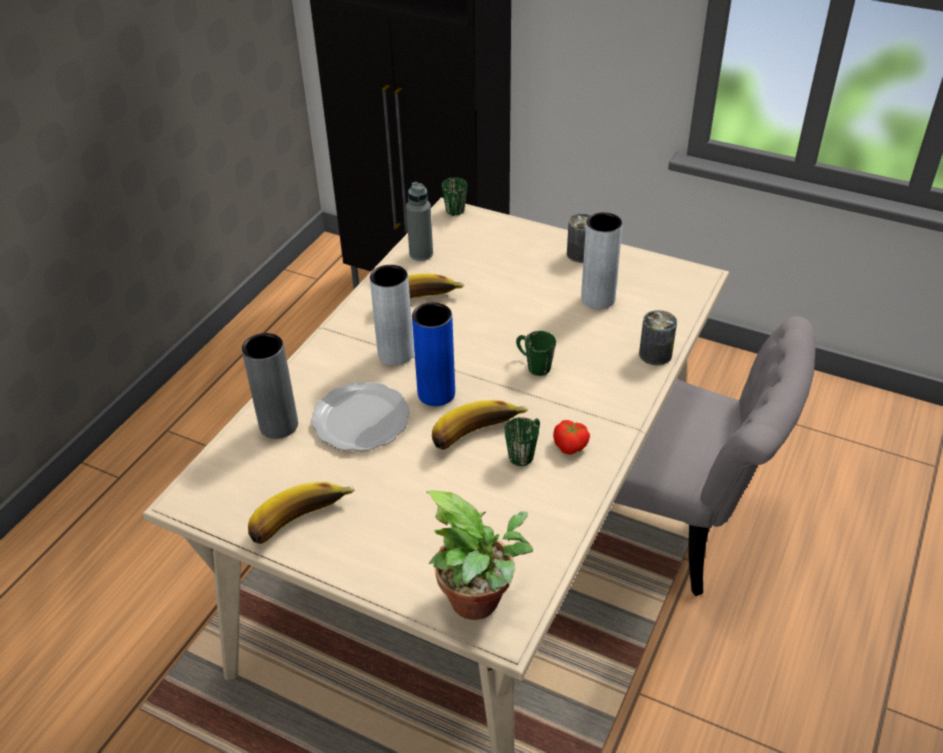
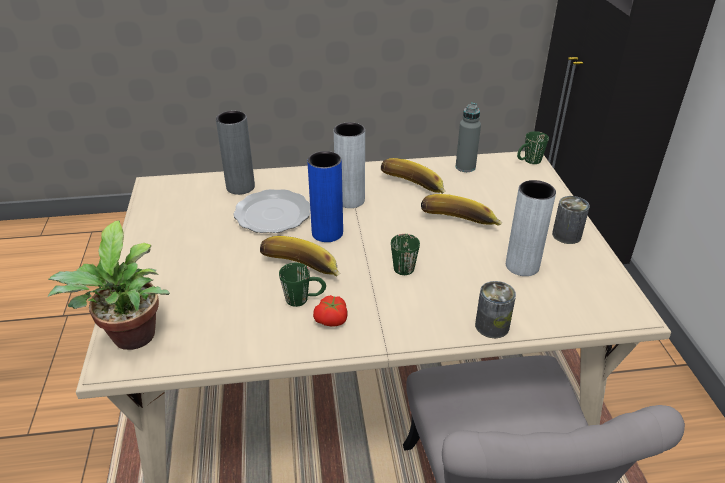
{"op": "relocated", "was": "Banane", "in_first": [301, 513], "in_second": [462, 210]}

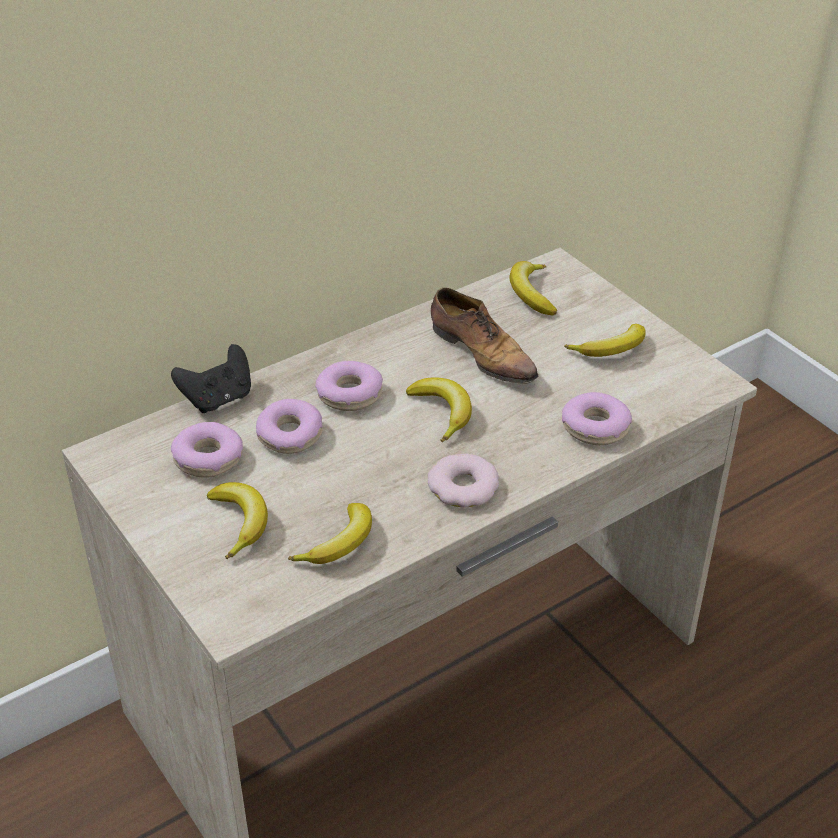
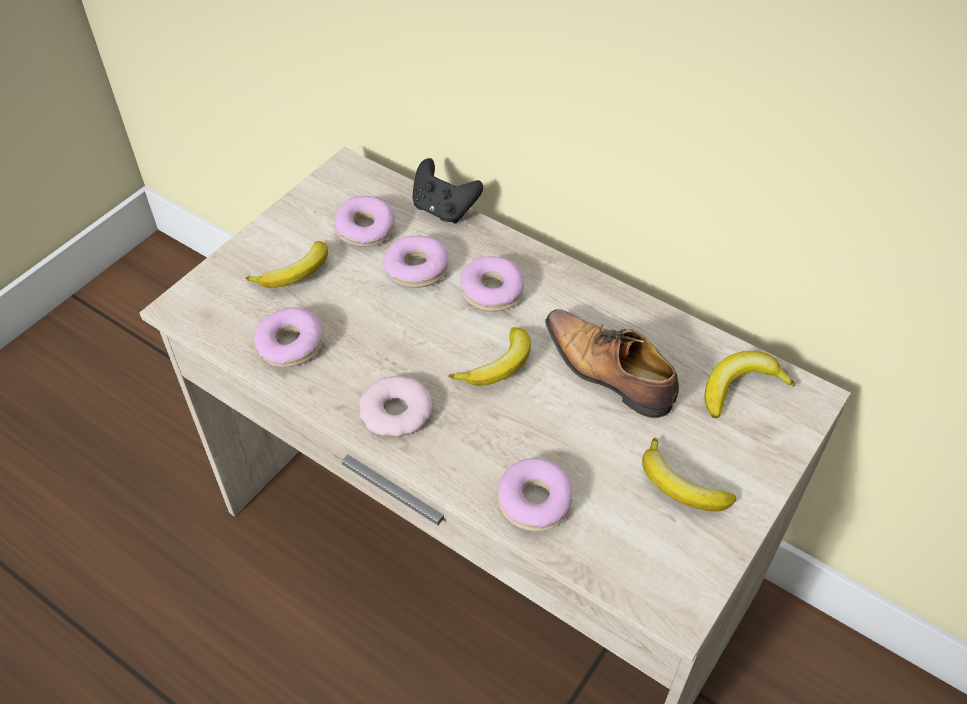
{"op": "exchanged", "was": "Banane", "now": "Donut", "in_first": [330, 533], "in_second": [288, 337]}
{"op": "spun", "was": "Schuh", "in_first": [485, 336], "in_second": [612, 363], "clockwise": 105}

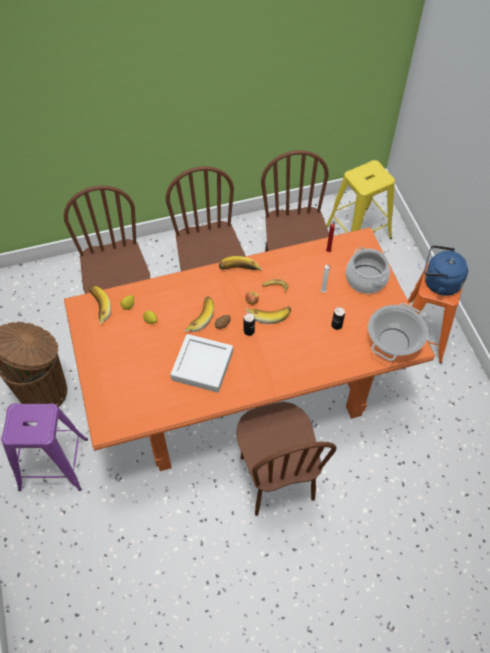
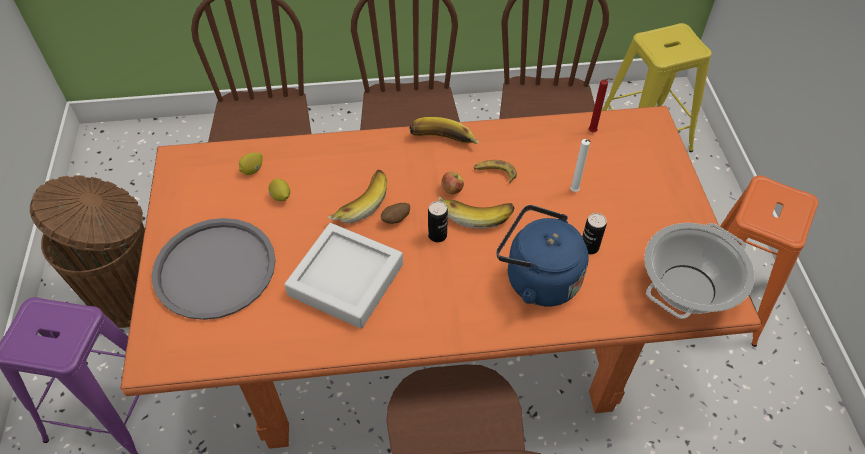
{"op": "missing", "was": "Banane", "in_first": [100, 305]}
{"op": "missing", "was": "Kochtopf", "in_first": [368, 270]}
{"op": "appeared", "now": "Tablett [grau]", "in_second": [214, 269]}
{"op": "relocated", "was": "Wasserkessel [blau]", "in_first": [446, 270], "in_second": [543, 256]}

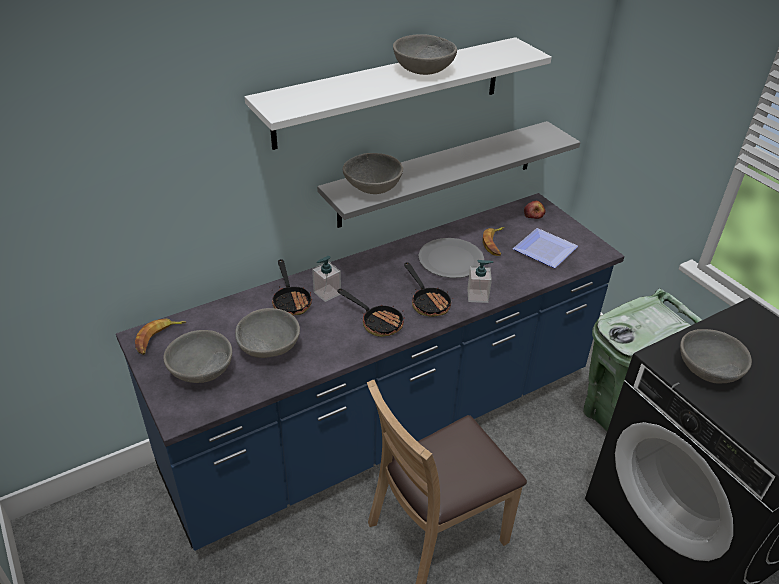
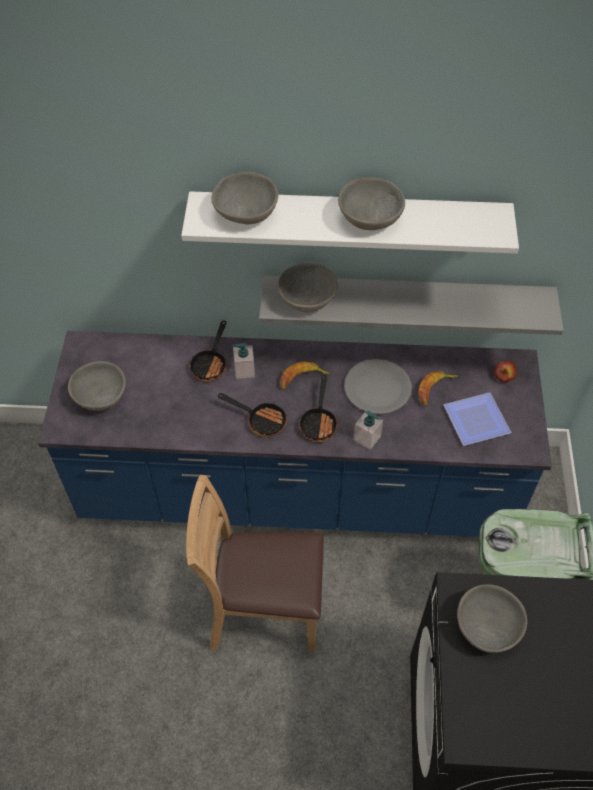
{"op": "relocated", "was": "Banane", "in_first": [160, 337], "in_second": [305, 375]}
{"op": "relocated", "was": "Schüssel [grau]", "in_first": [267, 333], "in_second": [244, 198]}
{"op": "spun", "was": "Pfanne", "in_first": [371, 312], "in_second": [252, 415], "clockwise": -45}

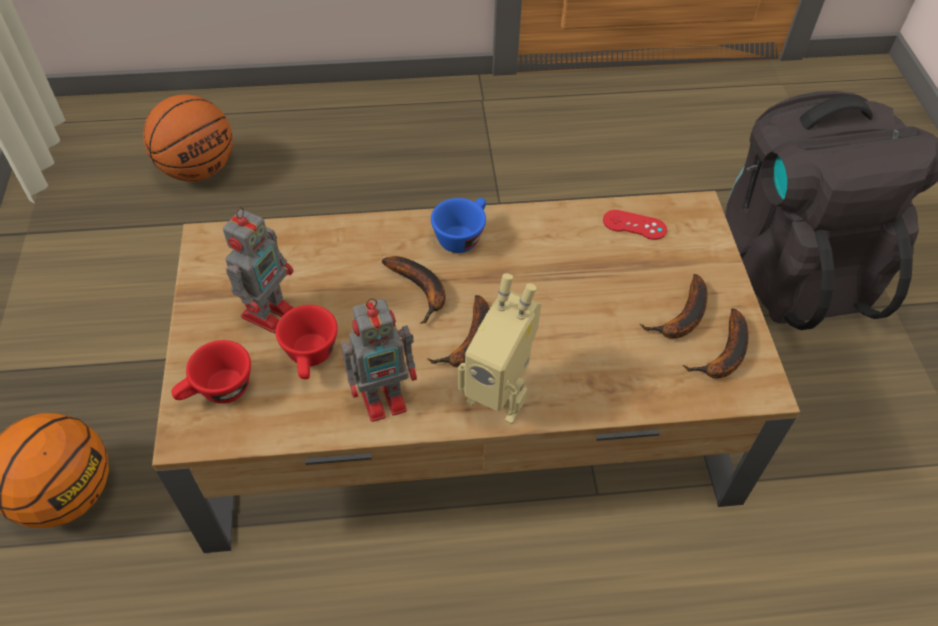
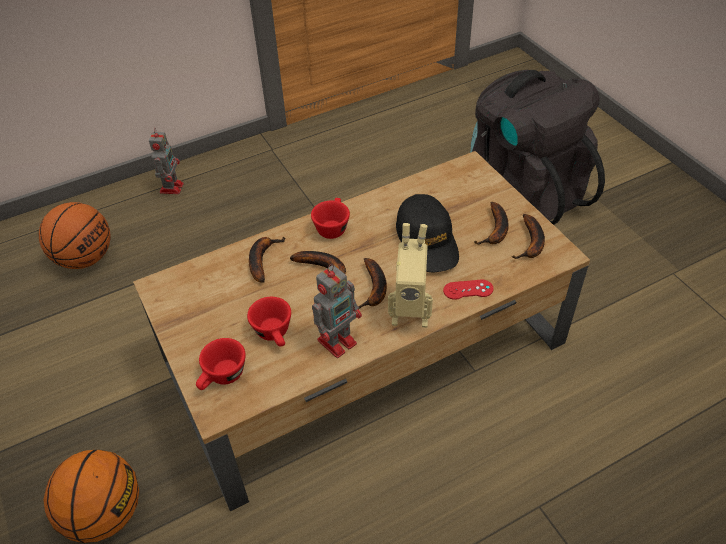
{"op": "appeared", "now": "Banane", "in_second": [267, 260]}
{"op": "appeared", "now": "Kappe [schwarz]", "in_second": [427, 233]}
{"op": "relocated", "was": "Spielzeugroboter", "in_first": [258, 270], "in_second": [166, 161]}
{"op": "relocated", "was": "Gamepad [rot]", "in_first": [635, 225], "in_second": [468, 290]}
{"op": "colour", "was": "Tasse [blau]", "now": "Tasse [rot]", "in_first": [458, 225], "in_second": [330, 218]}

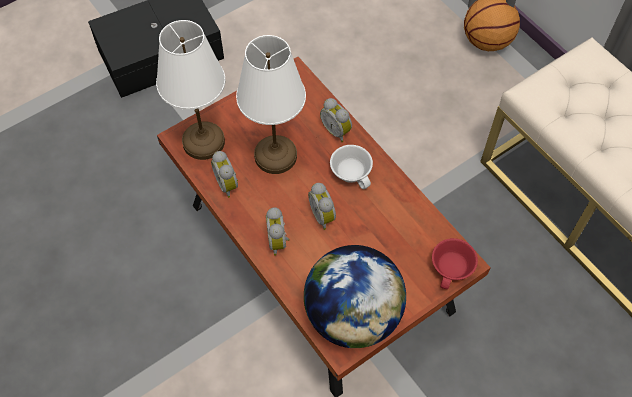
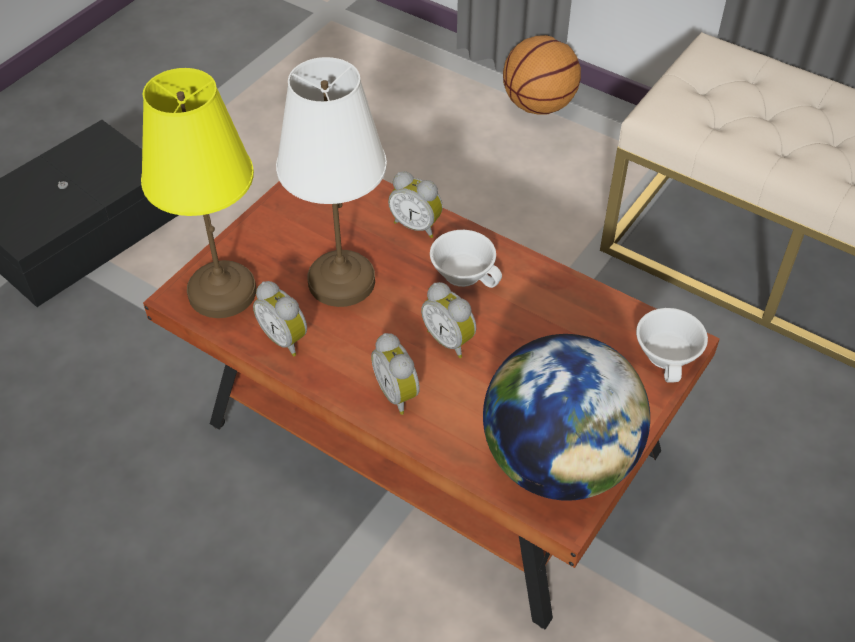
{"op": "colour", "was": "Tischlampe [weiß]", "now": "Tischlampe [gelb]", "in_first": [190, 90], "in_second": [198, 193]}
{"op": "colour", "was": "Tasse [rot]", "now": "Tasse [weiß]", "in_first": [455, 263], "in_second": [672, 345]}

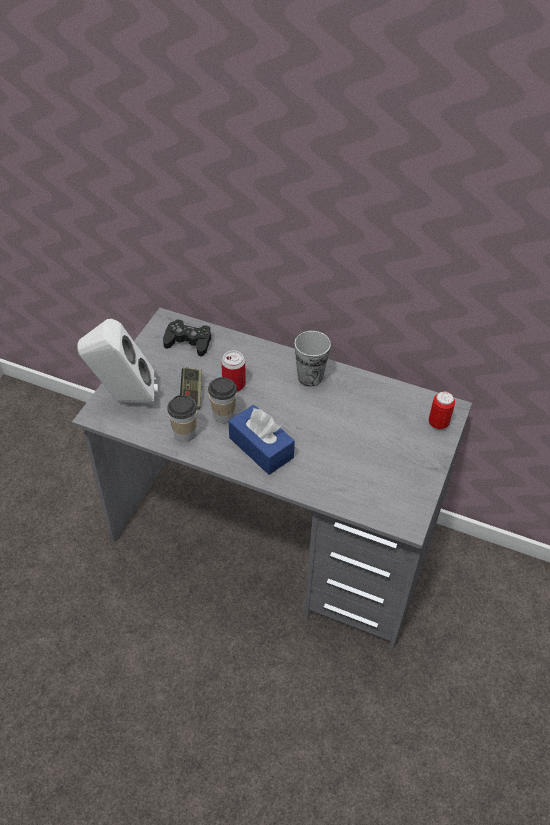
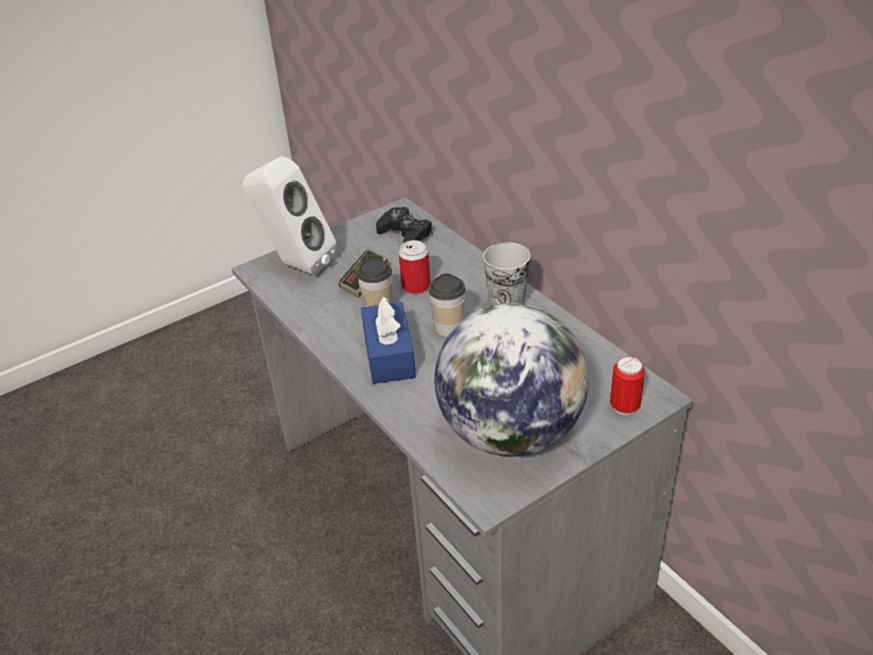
{"op": "appeared", "now": "Globus", "in_second": [512, 380]}
{"op": "relocated", "was": "Tasse", "in_first": [182, 418], "in_second": [447, 305]}

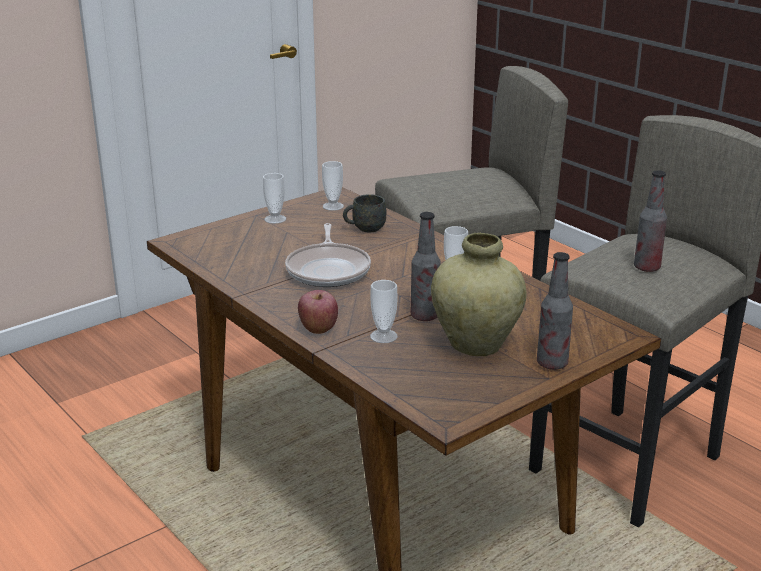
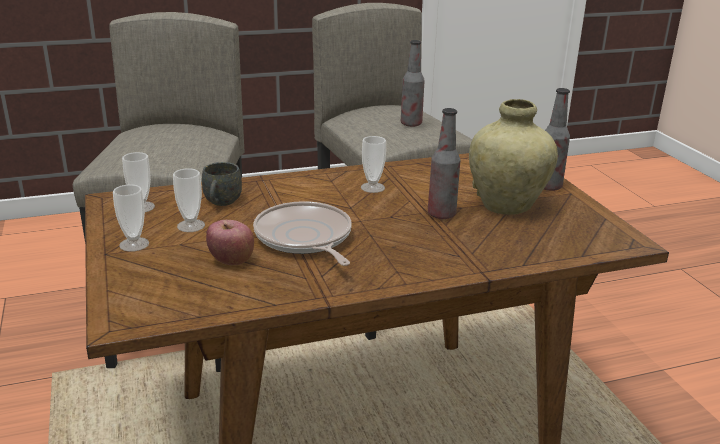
{"op": "relocated", "was": "Apfel", "in_first": [318, 312], "in_second": [230, 242]}
{"op": "relocated", "was": "Tasse", "in_first": [384, 311], "in_second": [189, 200]}
{"op": "spun", "was": "Pfanne", "in_first": [328, 255], "in_second": [302, 233], "clockwise": -135}

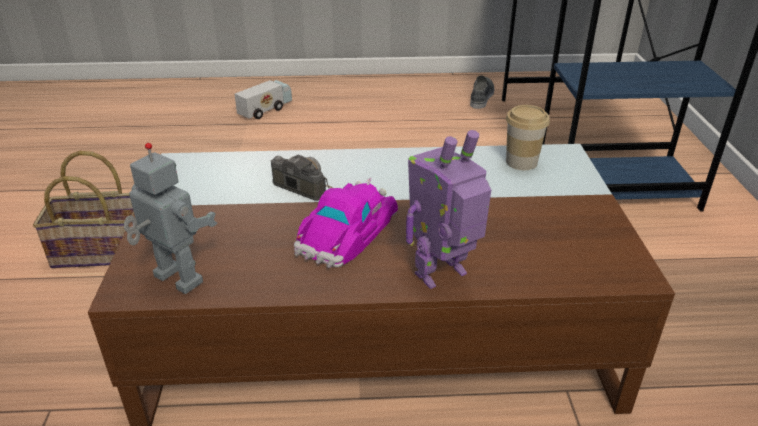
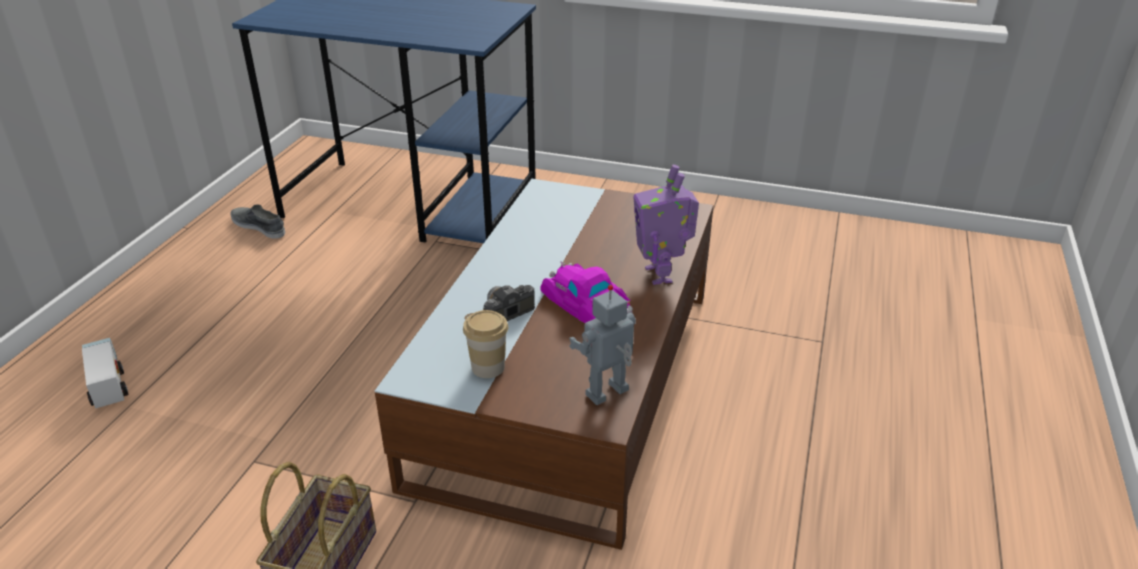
{"op": "relocated", "was": "Tasse", "in_first": [528, 137], "in_second": [485, 344]}

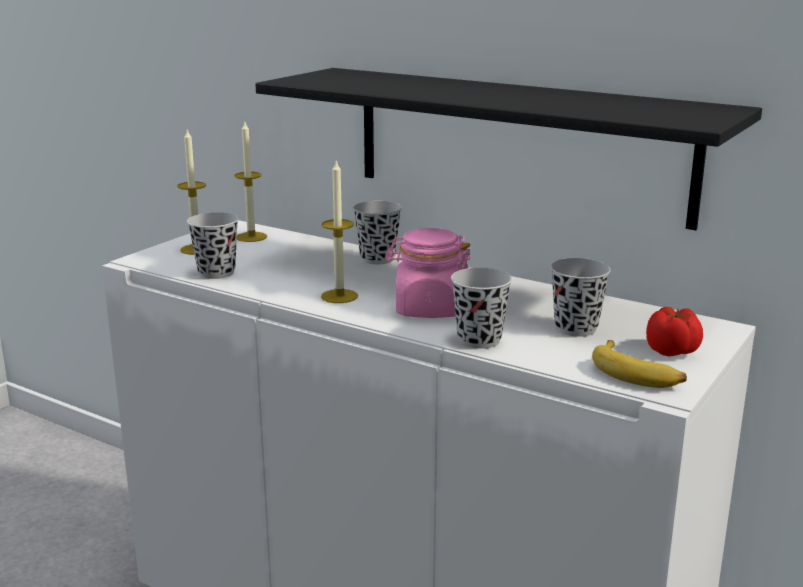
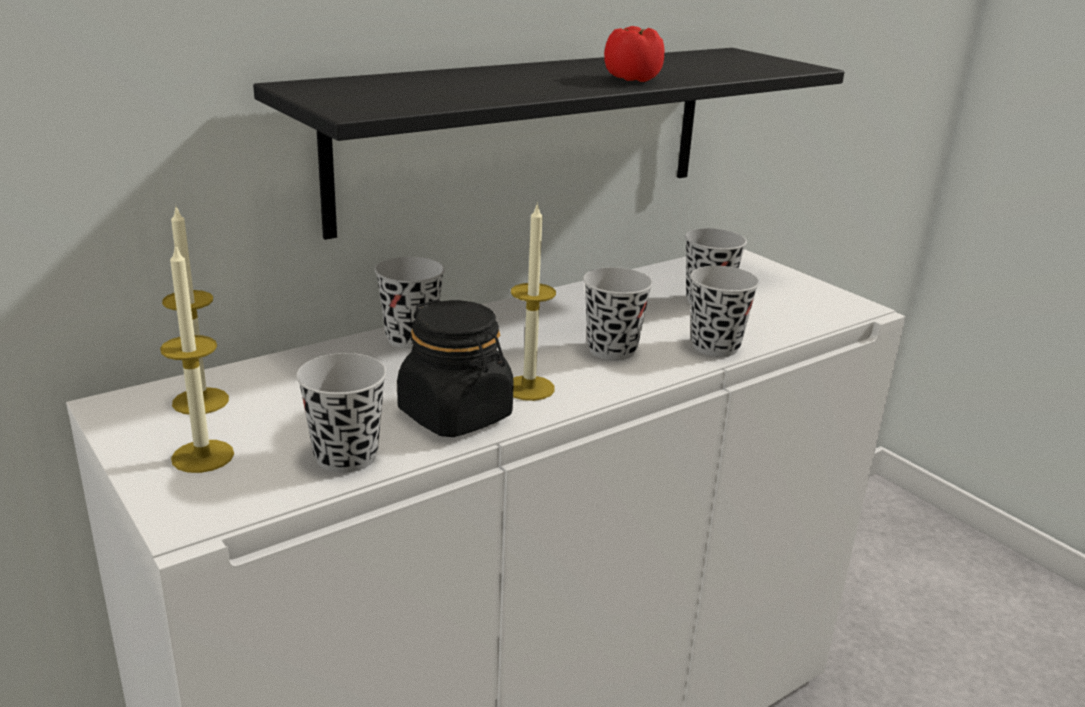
{"op": "missing", "was": "Banane", "in_first": [639, 364]}
{"op": "appeared", "now": "Vorratsglas [schwarz]", "in_second": [455, 368]}
{"op": "relocated", "was": "Tomate", "in_first": [674, 332], "in_second": [634, 54]}
{"op": "exchanged", "was": "Vorratsglas [rosa]", "now": "Tasse [schwarz]", "in_first": [428, 273], "in_second": [618, 313]}

